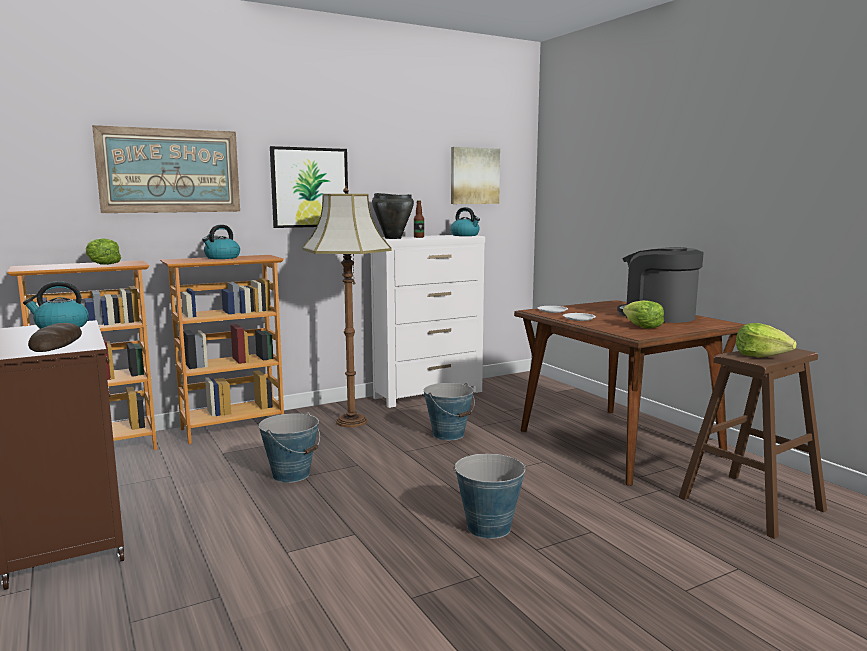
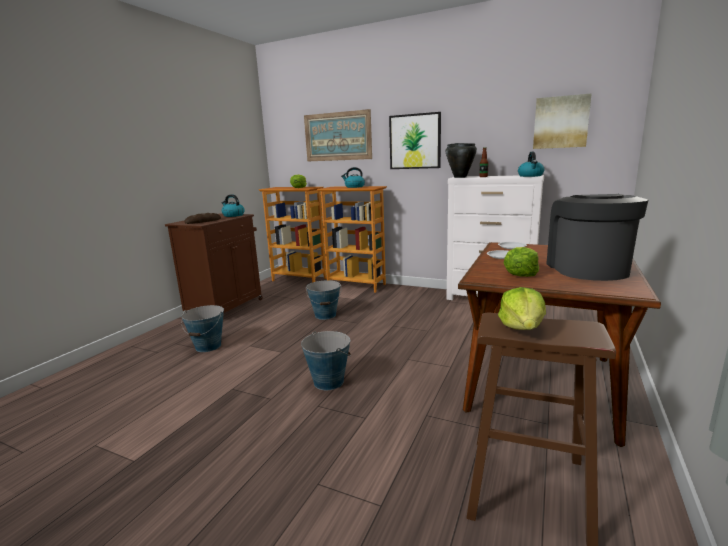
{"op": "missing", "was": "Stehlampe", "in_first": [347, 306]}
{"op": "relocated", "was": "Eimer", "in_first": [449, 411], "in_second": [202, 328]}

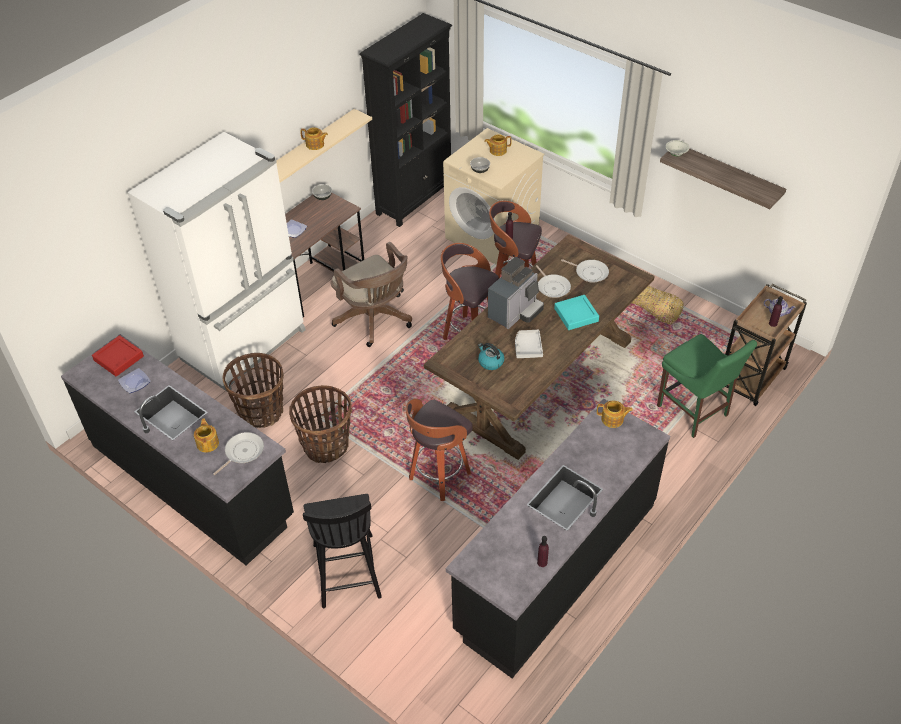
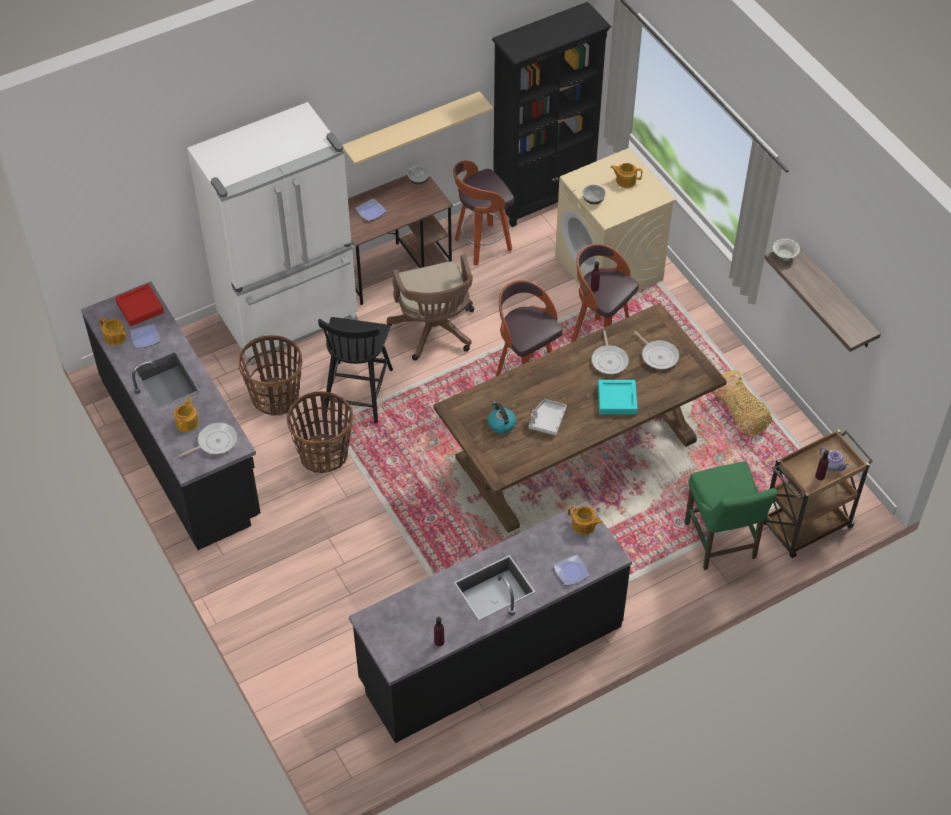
{"op": "missing", "was": "Kaffeemaschine", "in_first": [516, 293]}
{"op": "appeared", "now": "Teller", "in_second": [571, 570]}
{"op": "relocated", "was": "Teekanne", "in_first": [314, 138], "in_second": [112, 331]}
{"op": "relocated", "was": "Stuhl [schwarz]", "in_first": [342, 551], "in_second": [355, 370]}
{"op": "relocated", "was": "Hocker", "in_first": [439, 450], "in_second": [483, 213]}

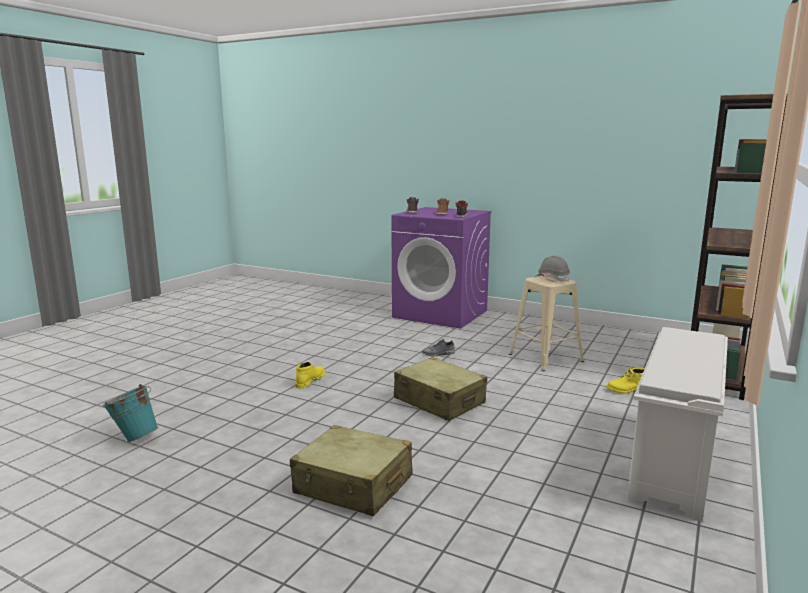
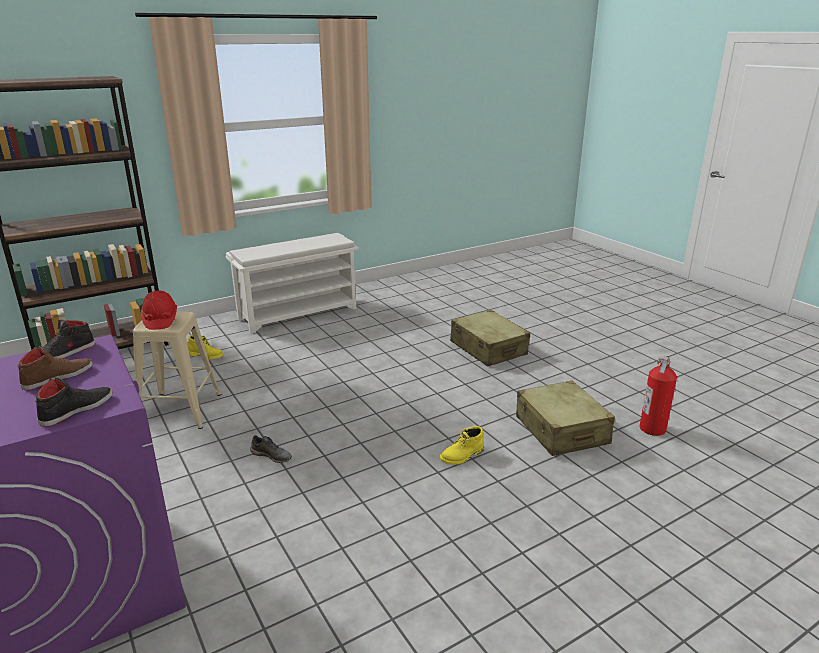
{"op": "relocated", "was": "Koffer [beige]", "in_first": [440, 389], "in_second": [565, 418]}
{"op": "exchanged", "was": "Eimer [türkis]", "now": "Feuerlöscher", "in_first": [130, 413], "in_second": [658, 396]}
{"op": "colour", "was": "Schutzhelm [grau]", "now": "Schutzhelm [rot]", "in_first": [552, 269], "in_second": [159, 310]}

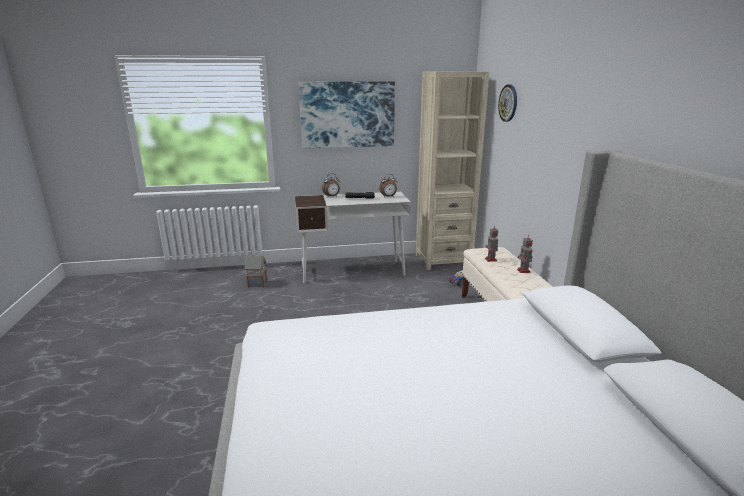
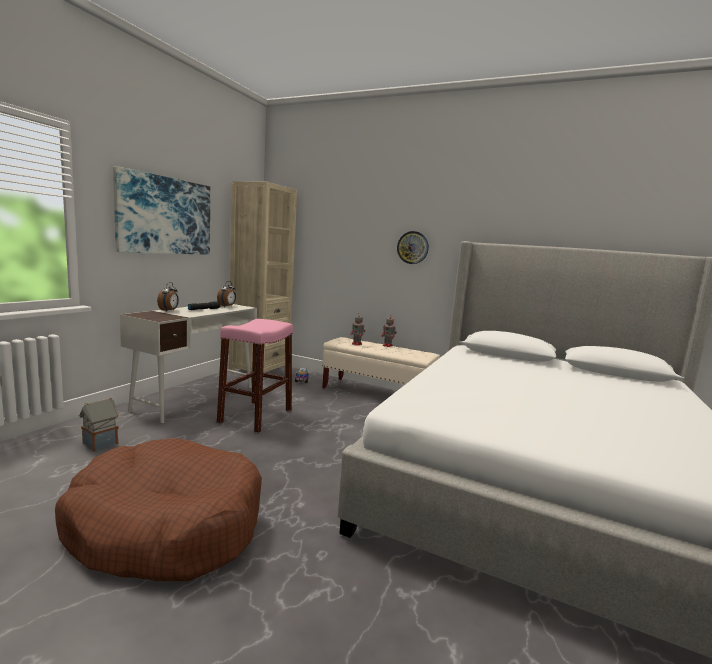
{"op": "appeared", "now": "Hundebett [braun]", "in_second": [158, 509]}
{"op": "appeared", "now": "Hocker [rosa]", "in_second": [255, 376]}
{"op": "relocated", "was": "Wanduhr", "in_first": [507, 103], "in_second": [413, 247]}

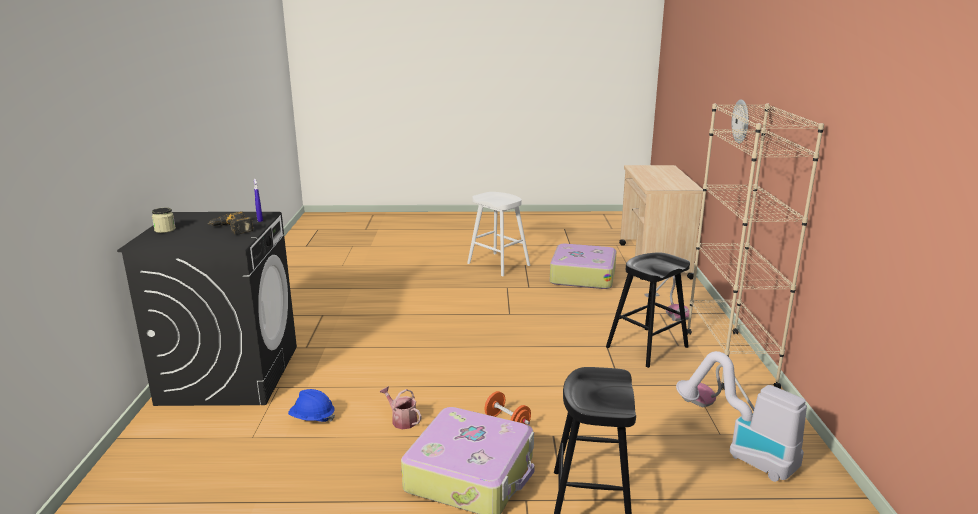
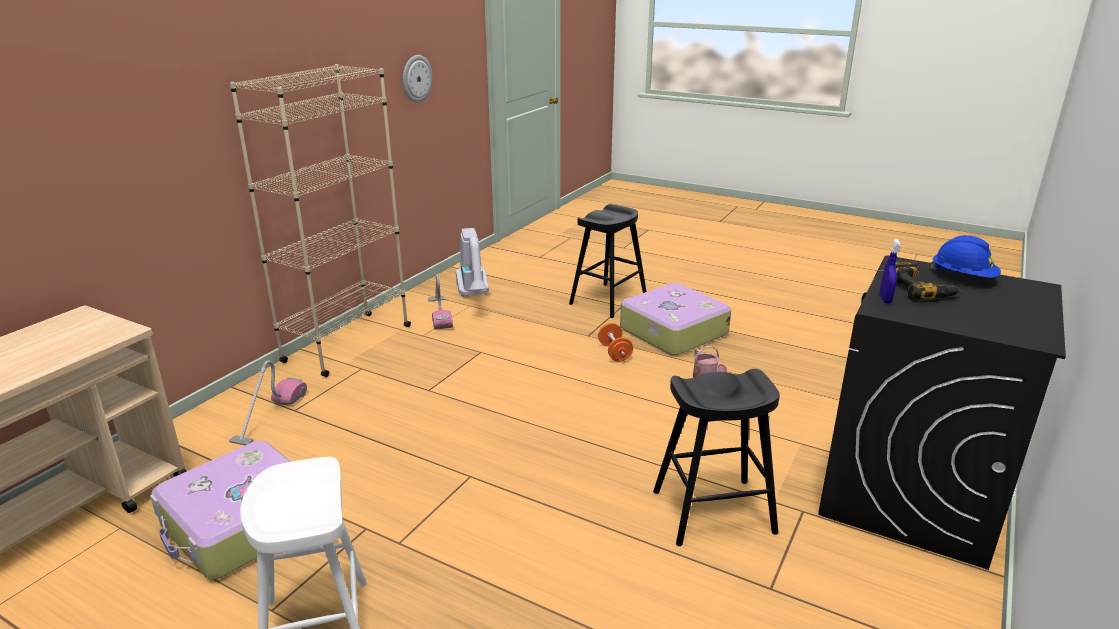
{"op": "missing", "was": "Vorratsglas", "in_first": [164, 220]}
{"op": "relocated", "was": "Schutzhelm [blau]", "in_first": [311, 405], "in_second": [966, 256]}
{"op": "relocated", "was": "Hocker [schwarz]", "in_first": [648, 310], "in_second": [716, 457]}
{"op": "relocated", "was": "Wanduhr", "in_first": [740, 121], "in_second": [418, 79]}

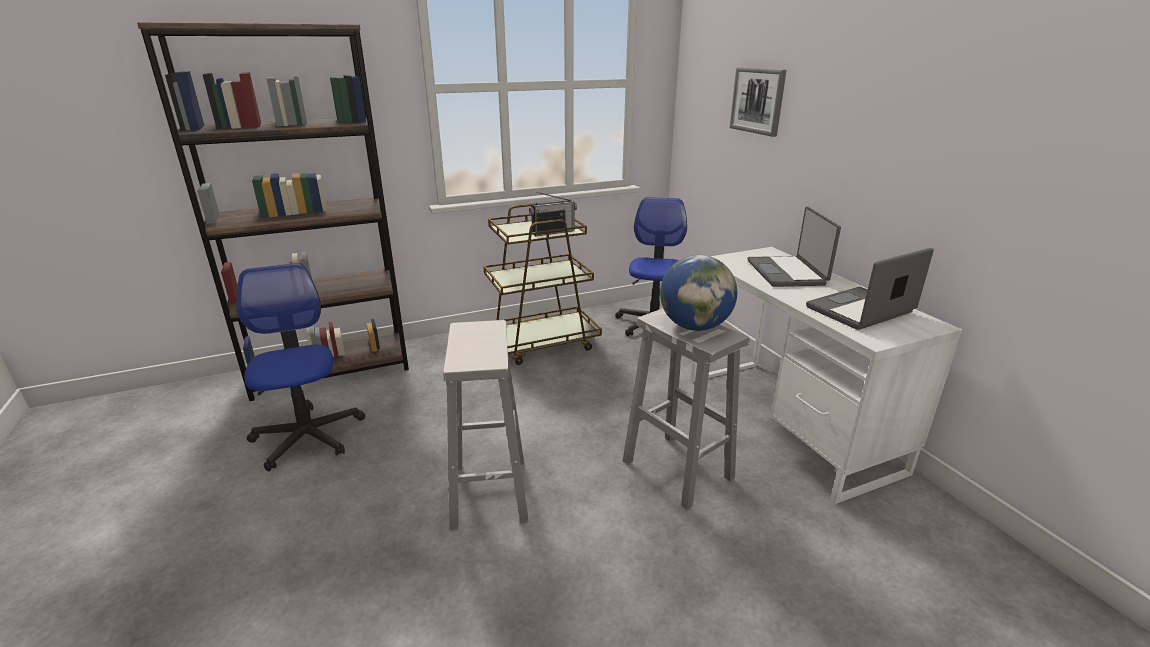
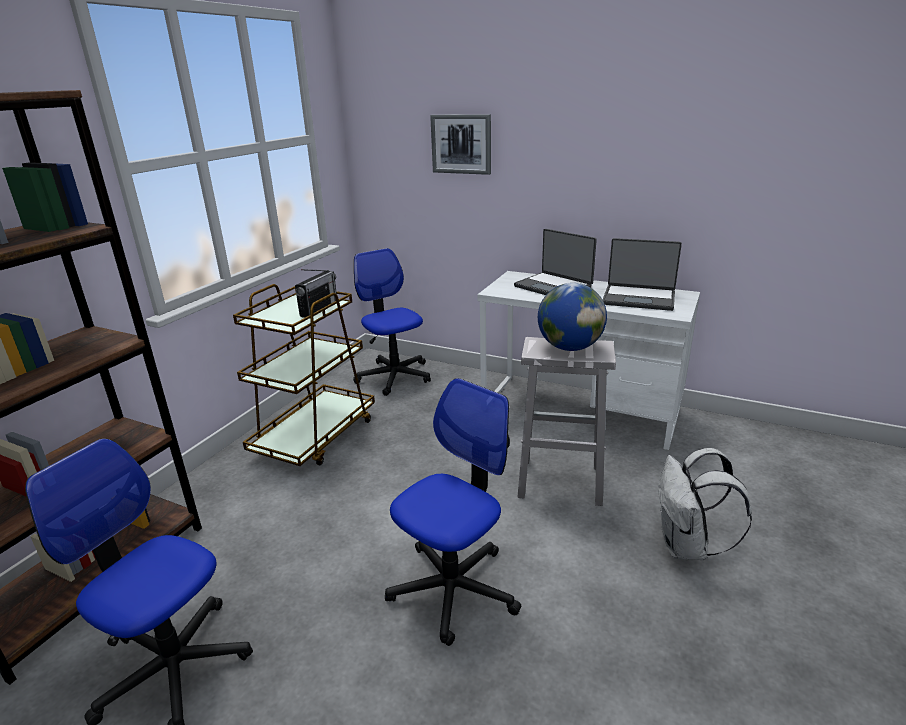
{"op": "appeared", "now": "Rucksack [weiß]", "in_second": [705, 504]}
{"op": "exchanged", "was": "Hocker [weiß]", "now": "Bürostuhl", "in_first": [486, 425], "in_second": [453, 512]}
{"op": "spun", "was": "Laptop", "in_first": [870, 289], "in_second": [642, 274], "clockwise": -90}

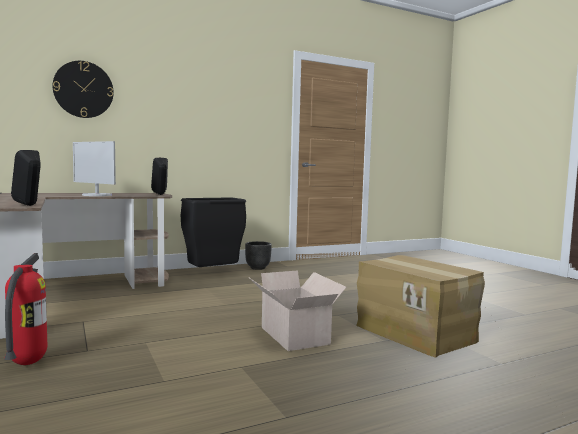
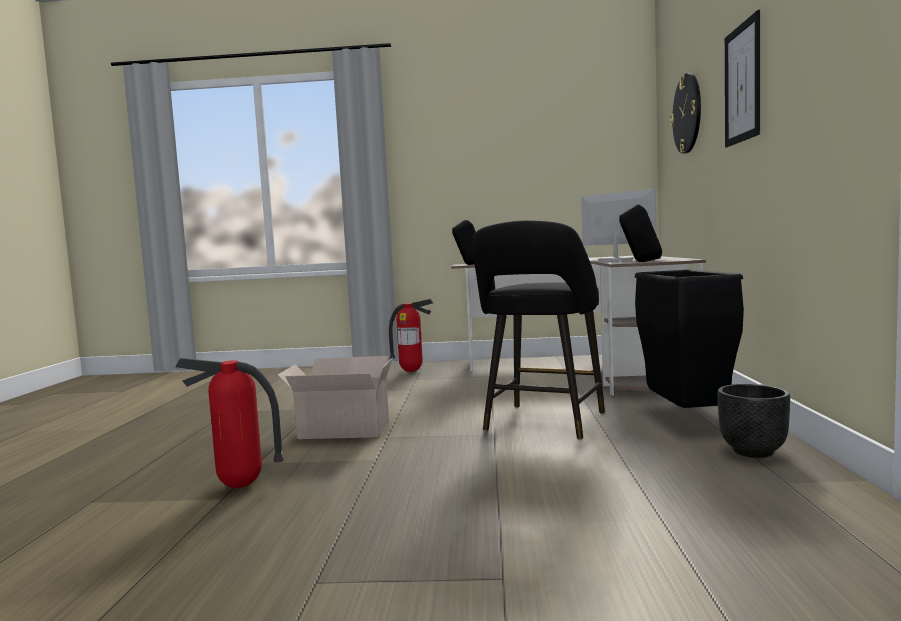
{"op": "appeared", "now": "Hocker [schwarz]", "in_second": [539, 330]}
{"op": "appeared", "now": "Bild", "in_second": [742, 78]}
{"op": "exchanged", "was": "Karton", "now": "Feuerlöscher", "in_first": [420, 306], "in_second": [230, 423]}
{"op": "spun", "was": "Monitor", "in_first": [94, 168], "in_second": [619, 224], "clockwise": 75}

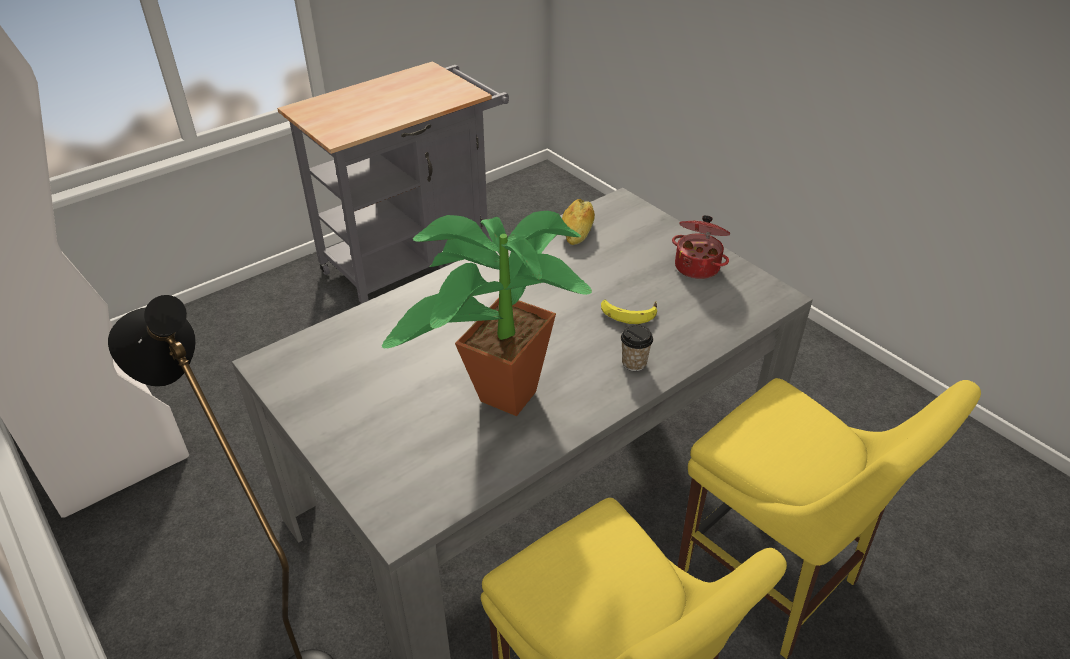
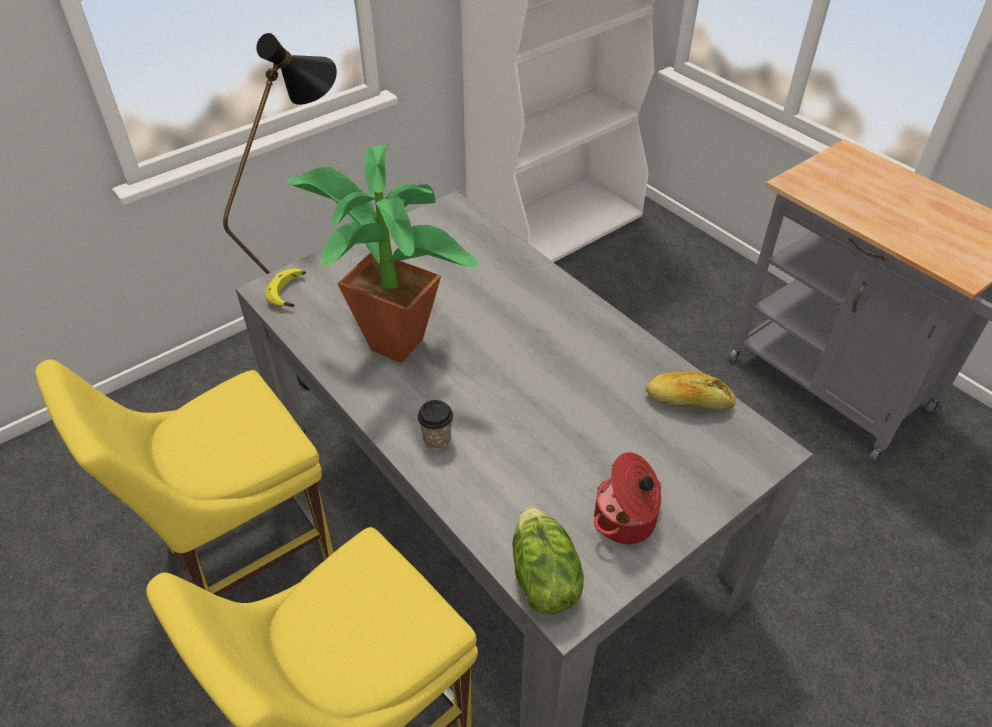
{"op": "appeared", "now": "Salatkopf", "in_second": [548, 560]}
{"op": "relocated", "was": "Banane", "in_first": [629, 311], "in_second": [285, 287]}

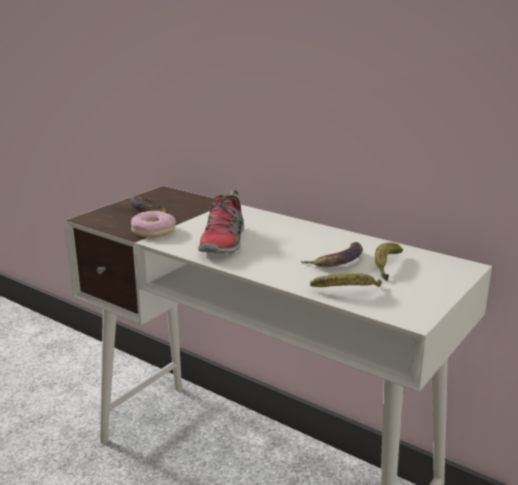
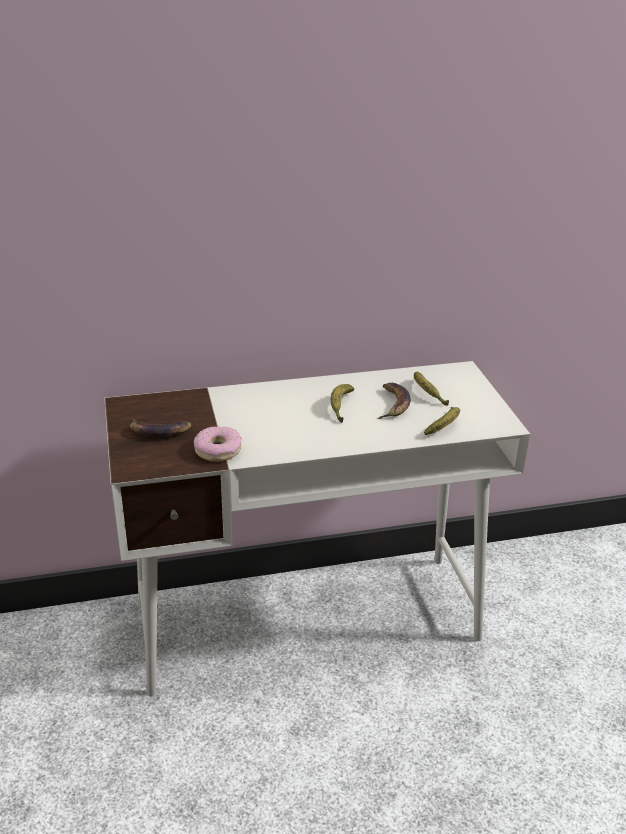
{"op": "missing", "was": "Schuh", "in_first": [221, 222]}
{"op": "appeared", "now": "Banane", "in_second": [342, 403]}

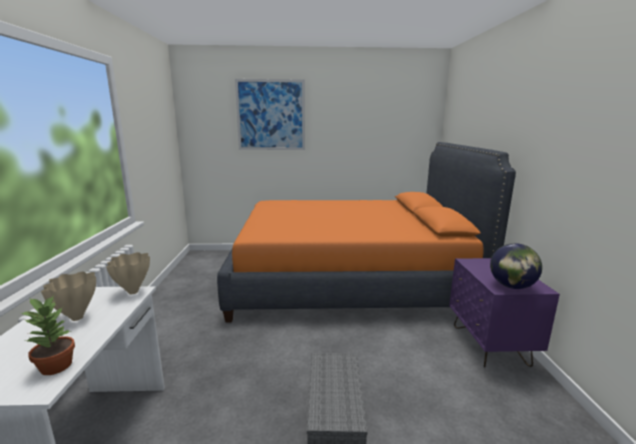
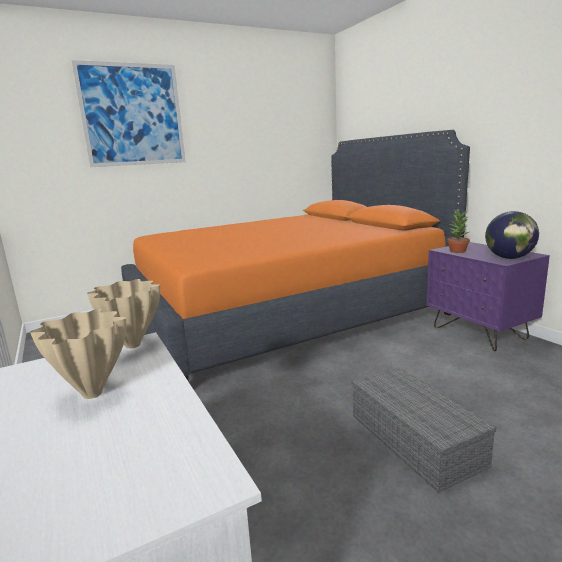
{"op": "relocated", "was": "Topfpflanze", "in_first": [48, 335], "in_second": [458, 231]}

